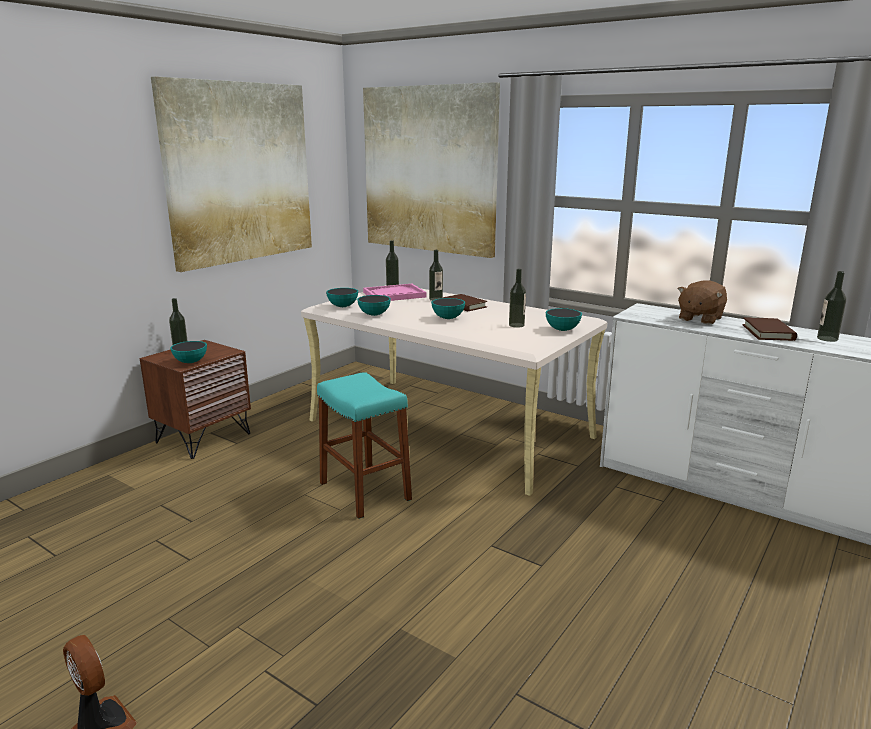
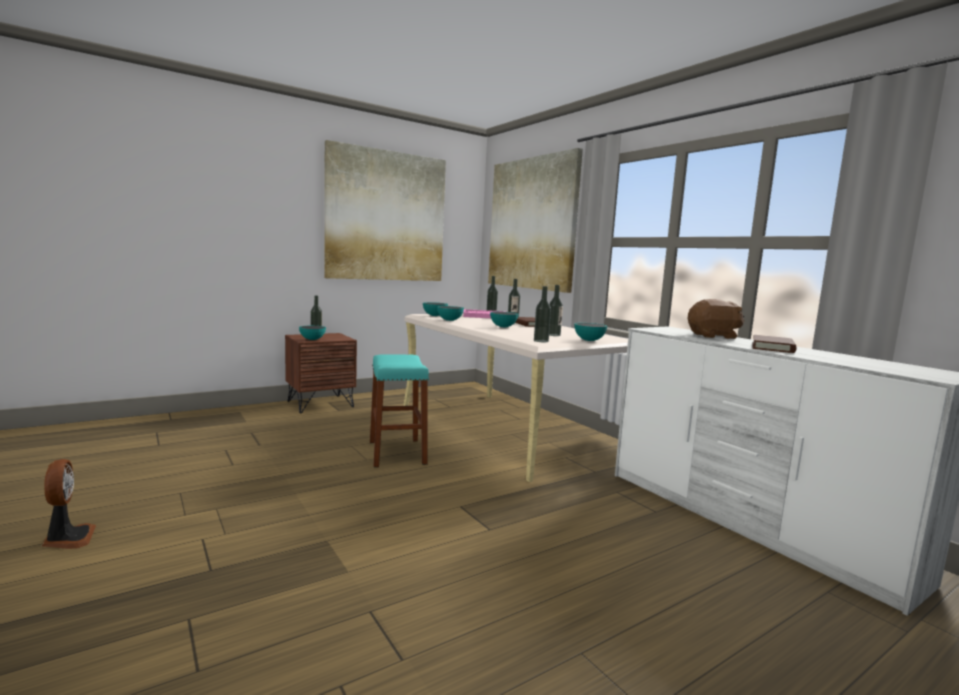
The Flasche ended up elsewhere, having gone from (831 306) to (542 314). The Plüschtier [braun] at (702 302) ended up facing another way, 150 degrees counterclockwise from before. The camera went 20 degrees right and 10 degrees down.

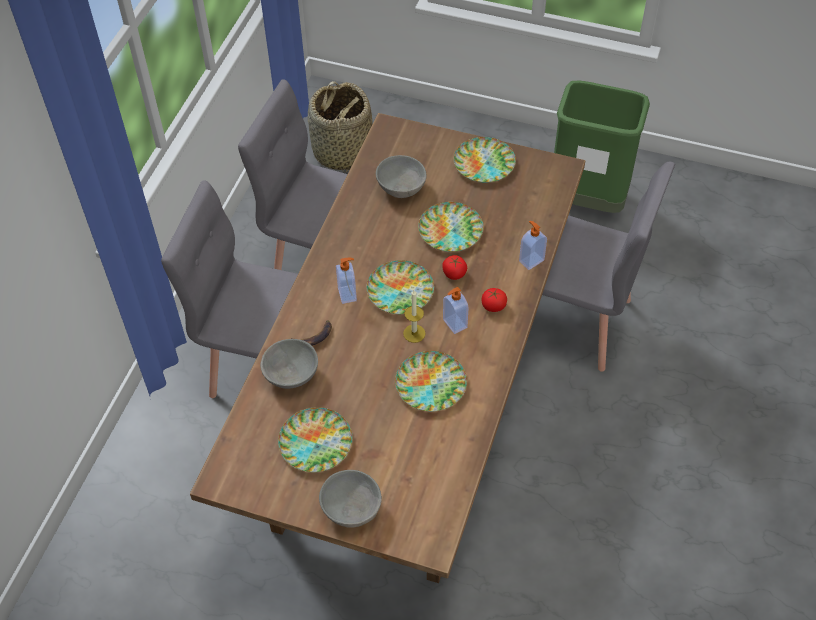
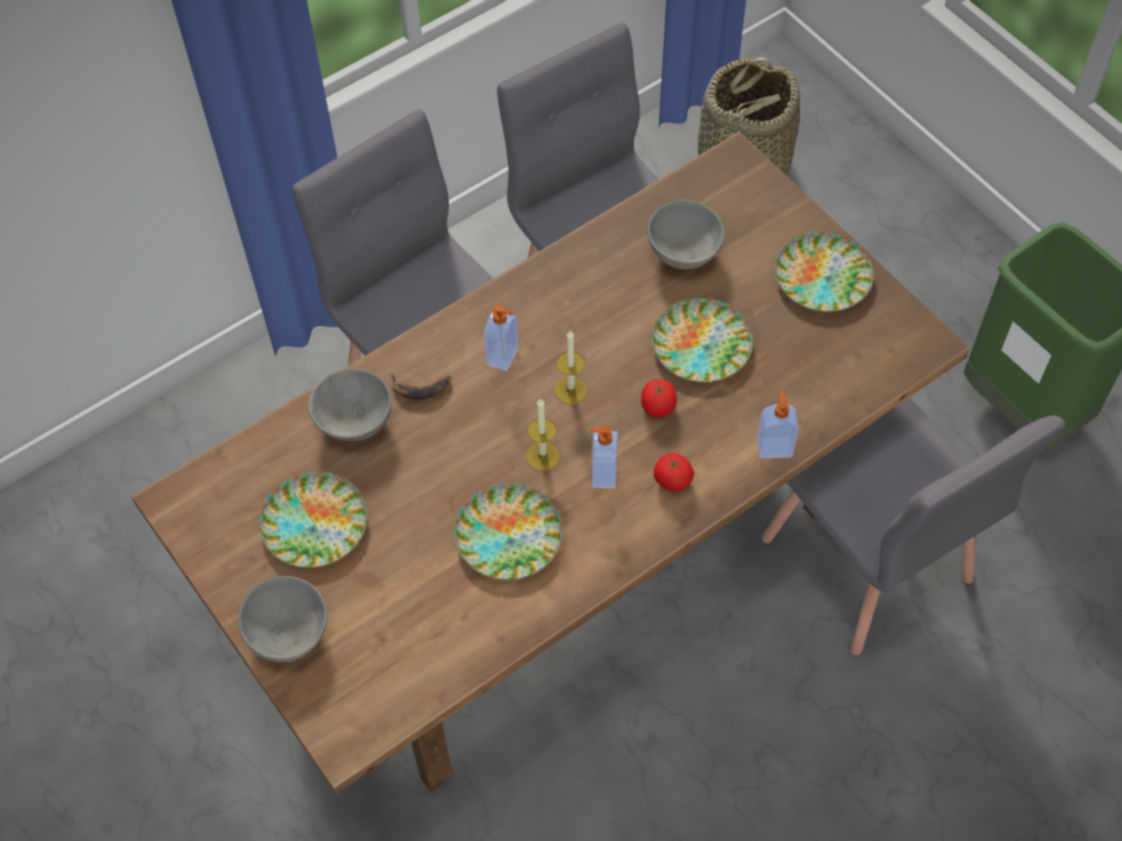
Where the Teller stood at (400 287), the Kerze came to stand at (571 368). The camera went 35 degrees right and 5 degrees up.

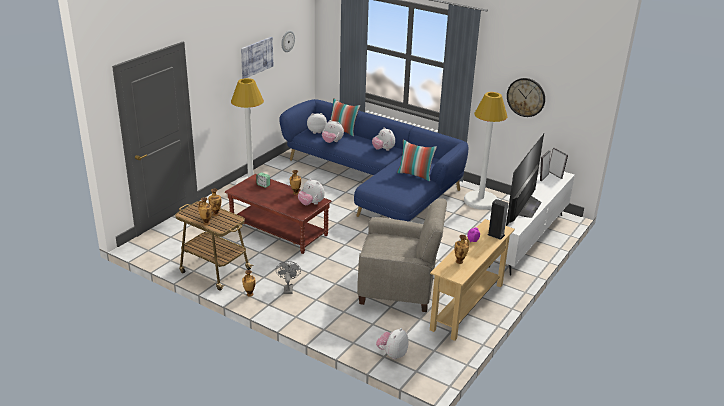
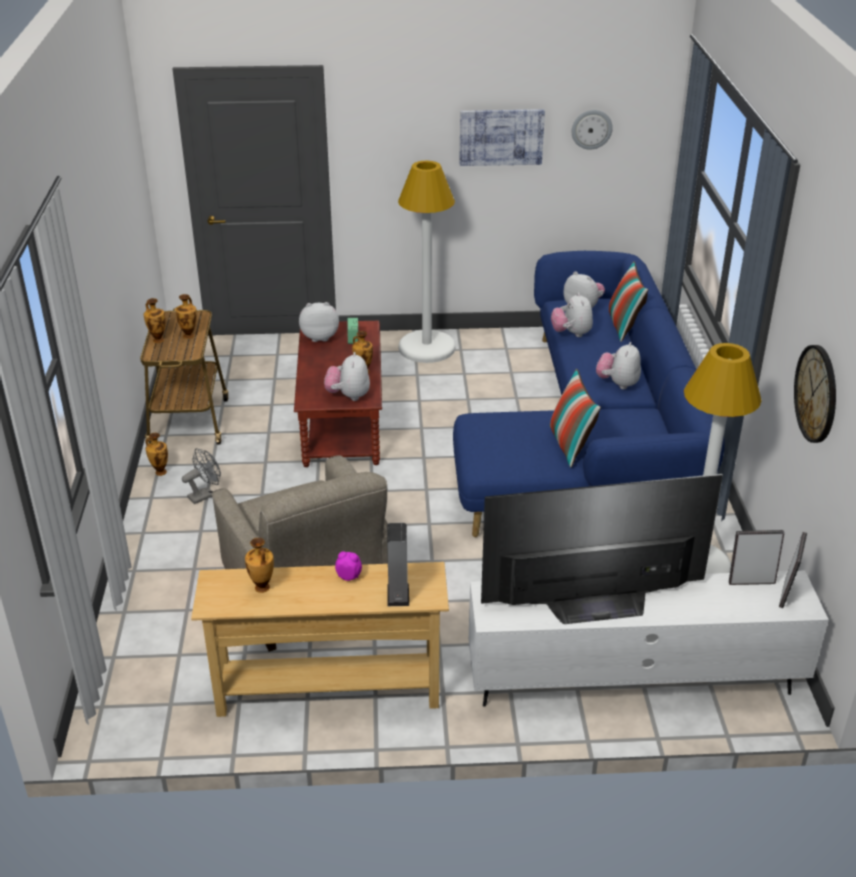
The Plüschtier ended up elsewhere, having gone from (392 343) to (319 322). The camera went 55 degrees right and 5 degrees up.

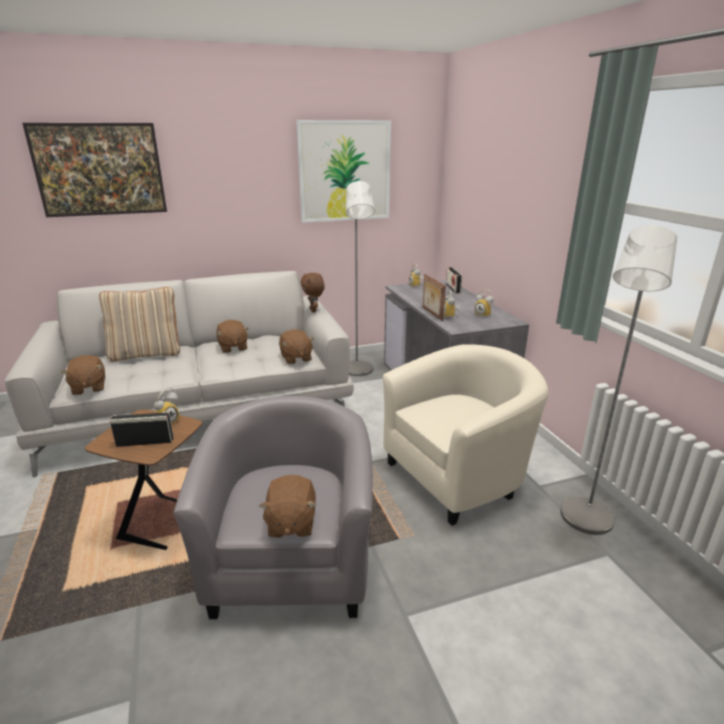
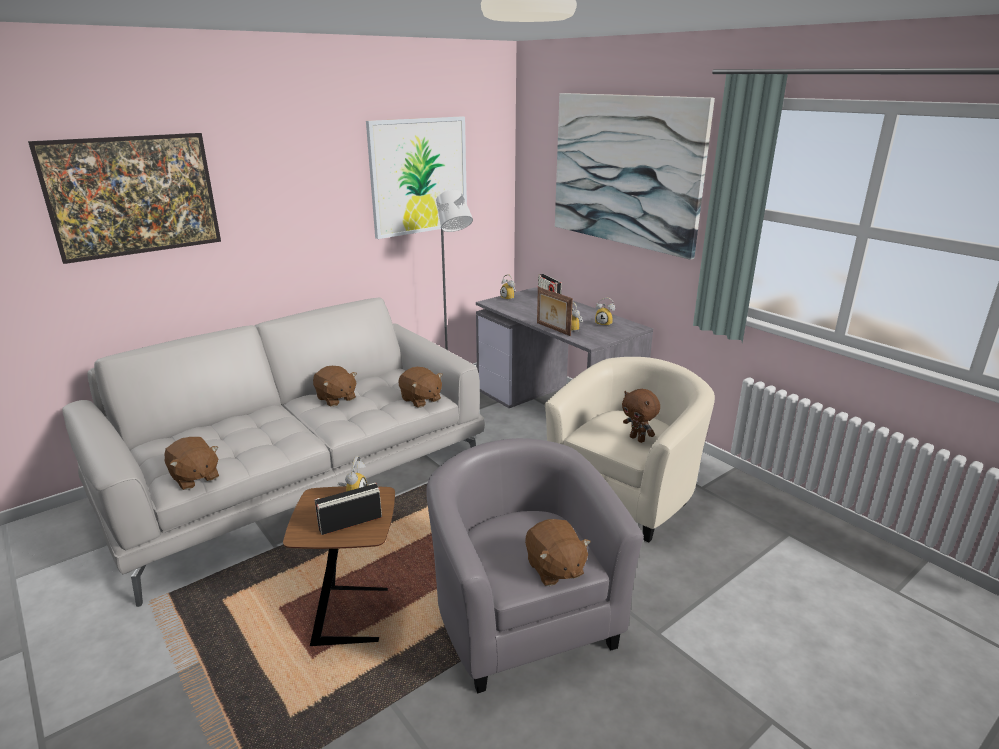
The second view gained the Bild at (635 176). The Plüschtier [braun] ended up elsewhere, having gone from (312 292) to (641 416). The second view lost the Kissen [beige] at (139 324). The second view lost the Stehlampe [grau] at (618 380). The camera went 20 degrees left and 0 degrees up.

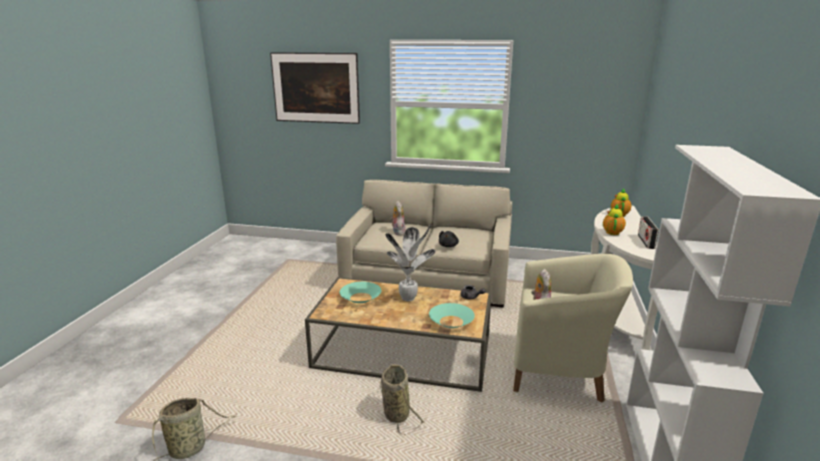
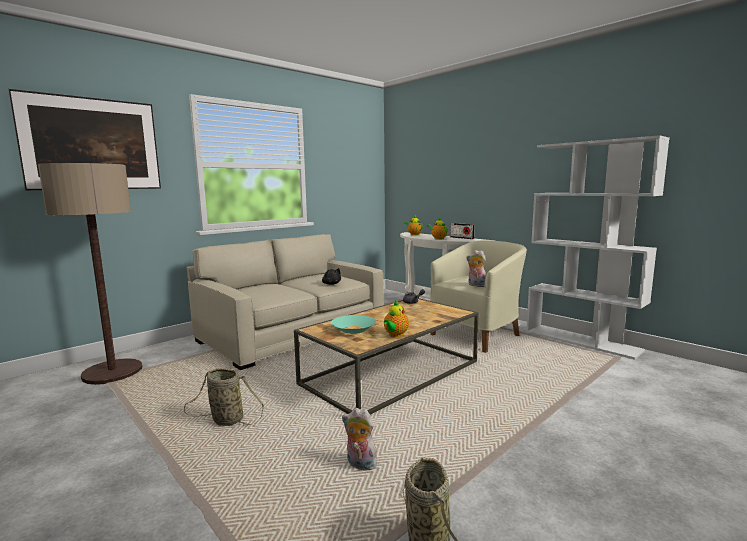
The second view gained the Stehlampe at (90 274). The Korb ended up elsewhere, having gone from (402 399) to (224 397). The Plüschtier ended up elsewhere, having gone from (398 218) to (359 439). The second view gained the Teekanne at (396 319). The second view lost the Topfpflanze at (410 263). The second view lost the Schüssel [türkis] at (452 315). The camera went 55 degrees left and 10 degrees down.

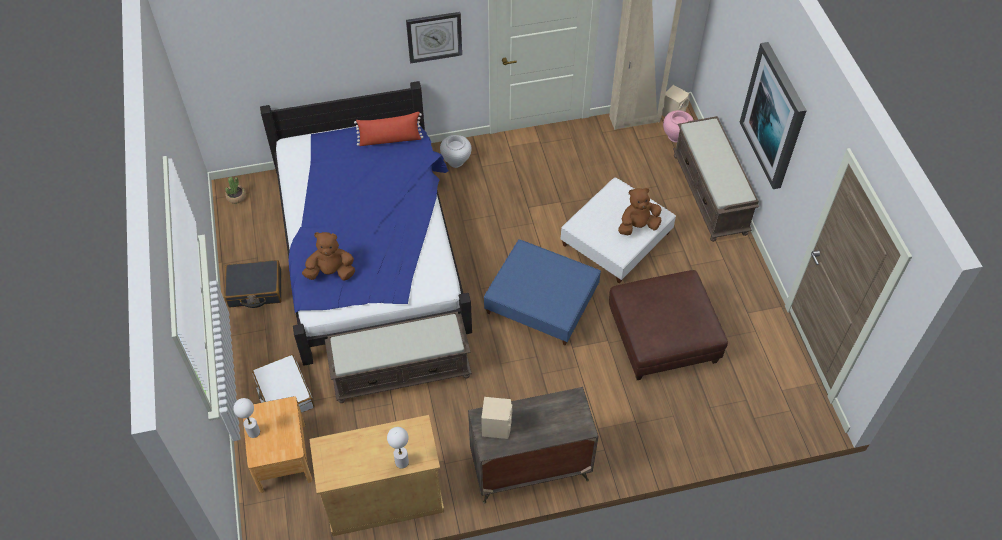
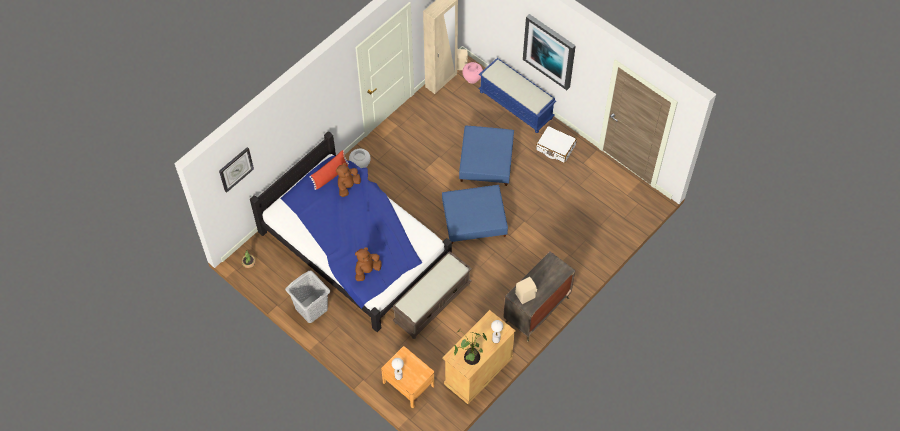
The Wanduhr ended up elsewhere, having gone from (434 38) to (236 170). Where the Koffer [schwarz] stood at (253 284), the Wäschekorb [grau] came to stand at (307 296). The Plüschtier [braun] ended up elsewhere, having gone from (640 211) to (348 180). The second view gained the Topfpflanze at (471 347). What was the Polsterhocker [weiß] at (618 230) turned into the Polsterhocker [blau] at (486 156). What was the Bank [braun] at (716 179) turned into the Bank [blau] at (517 95). The Koffer [weiß] ended up elsewhere, having gone from (283 383) to (556 144). The second view lost the Polsterhocker [braun] at (668 325). The camera went 35 degrees left and 5 degrees up.

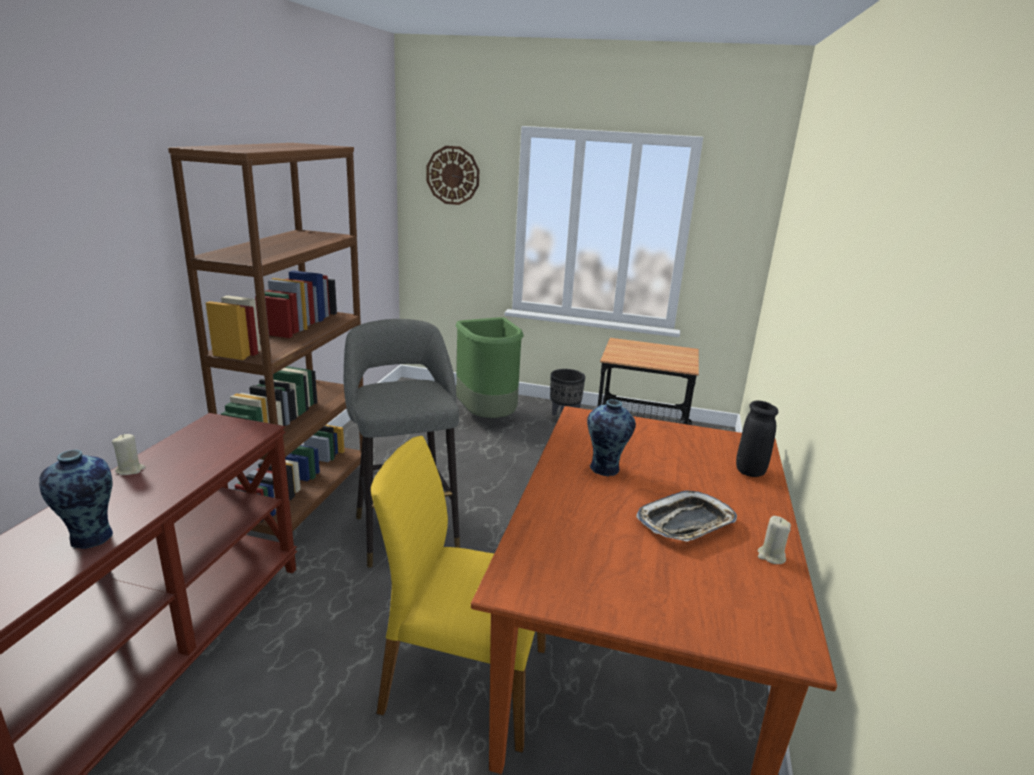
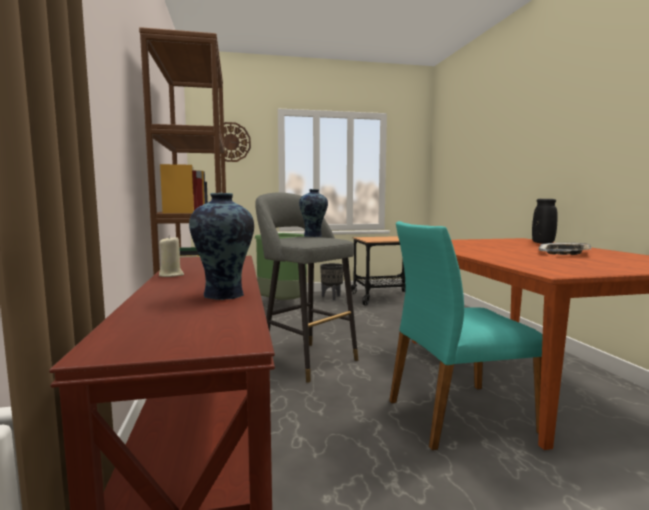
The Vase ended up elsewhere, having gone from (611 438) to (313 213). What was the Stuhl [gelb] at (458 594) turned into the Stuhl [türkis] at (466 335). The second view lost the Kerze [beige] at (774 540). The camera went 25 degrees left and 15 degrees down.

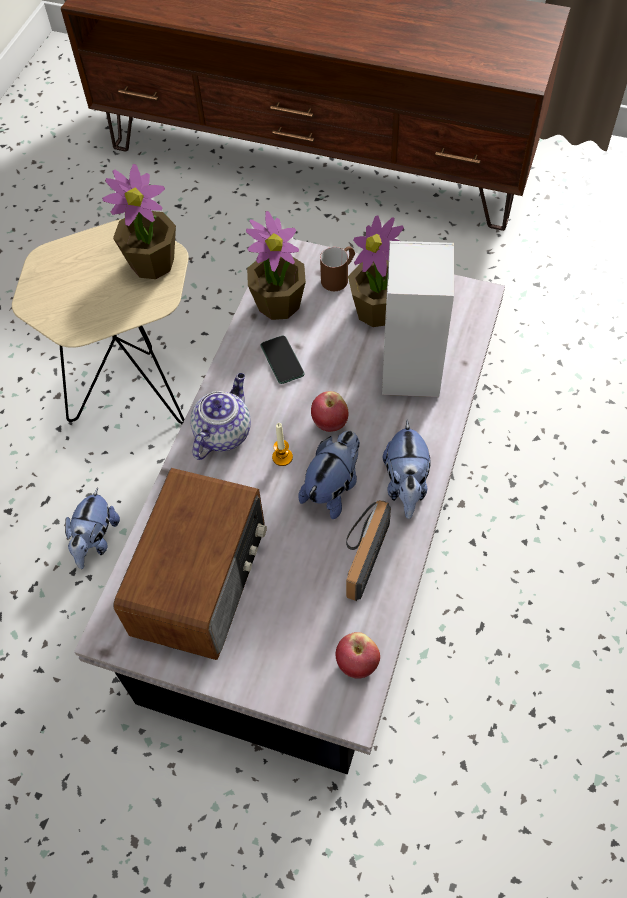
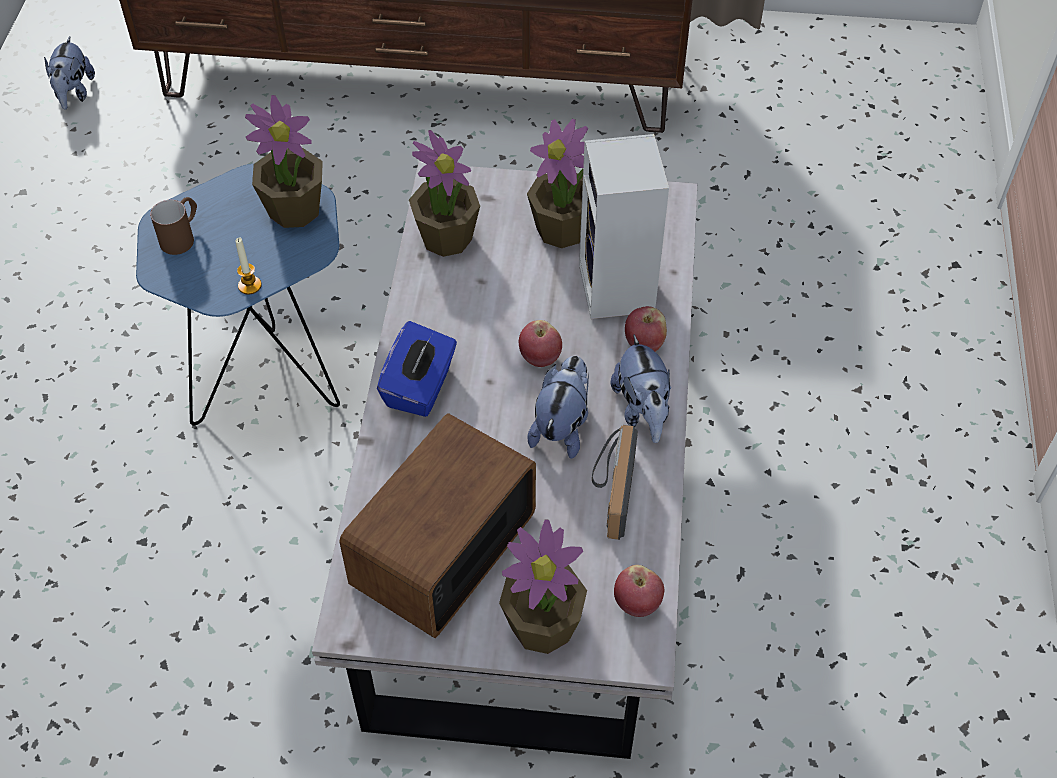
The Plüschtier ended up elsewhere, having gone from (92 528) to (69 73). What was the Beistelltisch [beige] at (100 321) turned into the Beistelltisch [blau] at (238 294). The Henkelbecher [braun] ended up elsewhere, having gone from (337 268) to (173 226). The Kerze ended up elsewhere, having gone from (282 444) to (248 266). The Radio at (190 564) ended up facing another way, 150 degrees counterclockwise from before. Where the Teekanne stood at (220 416), the Taschentuchbox [blau] came to stand at (417 369). The second view gained the Topfpflanze at (543 586). The second view gained the Apfel at (646 329). The second view lost the Handy at (283 360). The camera went 15 degrees left and 5 degrees down.

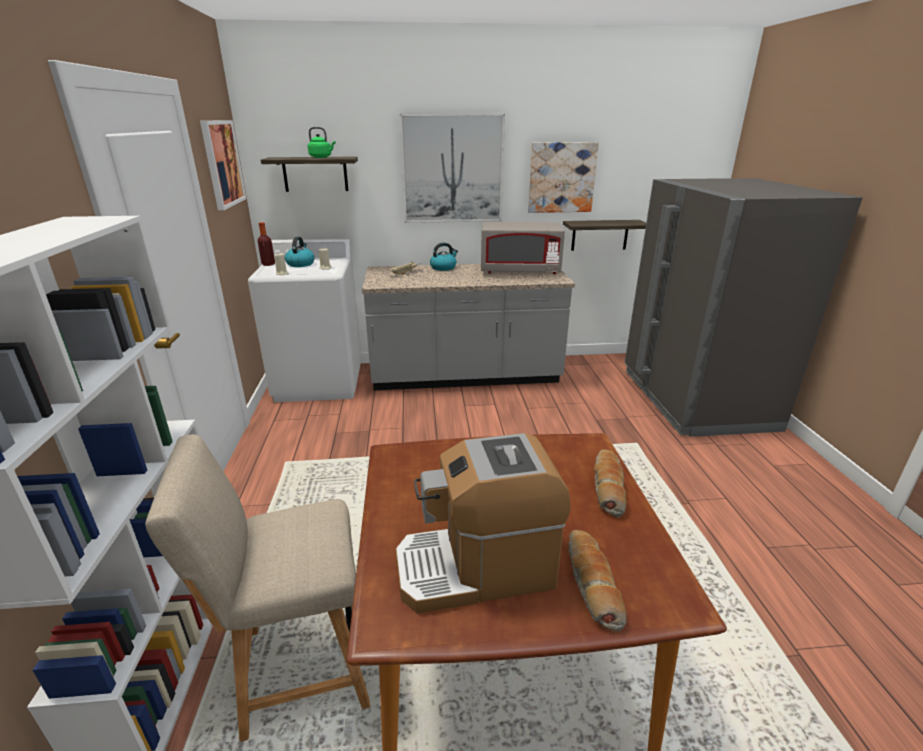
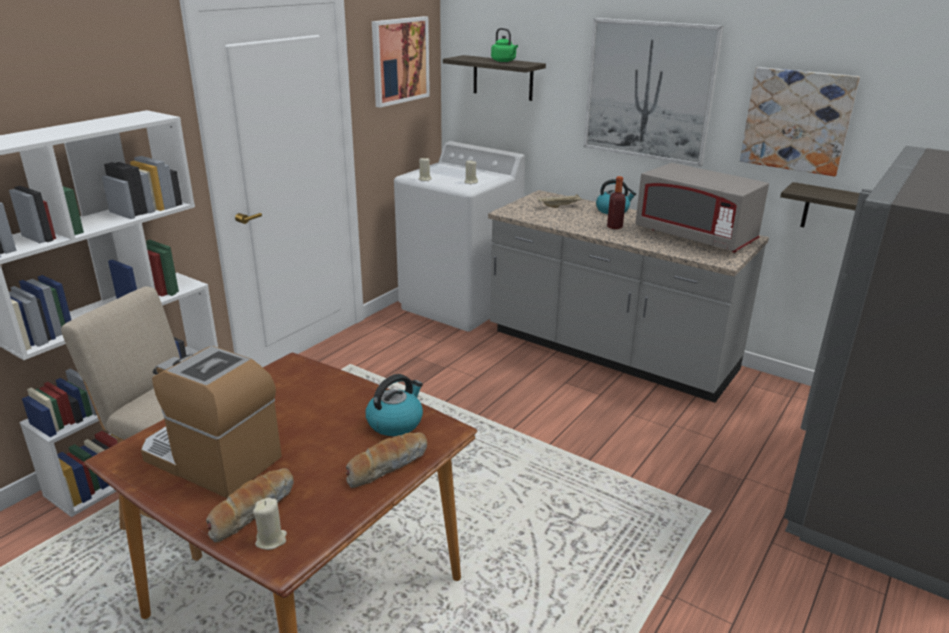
The second view gained the Kerze [beige] at (270 524). The Wasserkessel ended up elsewhere, having gone from (300 252) to (394 405). The Flasche ended up elsewhere, having gone from (266 244) to (616 202). The camera went 40 degrees right and 0 degrees up.

